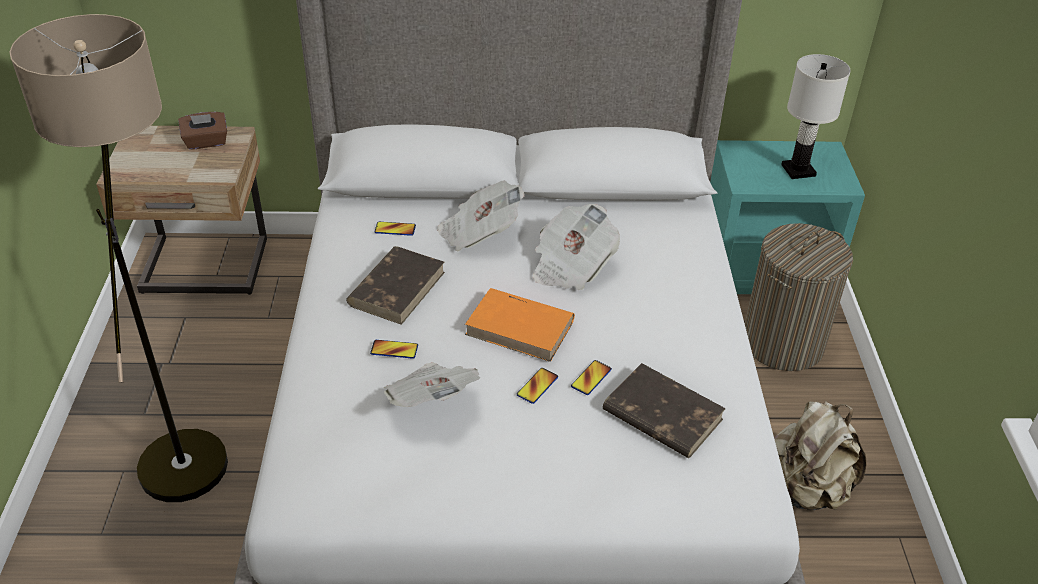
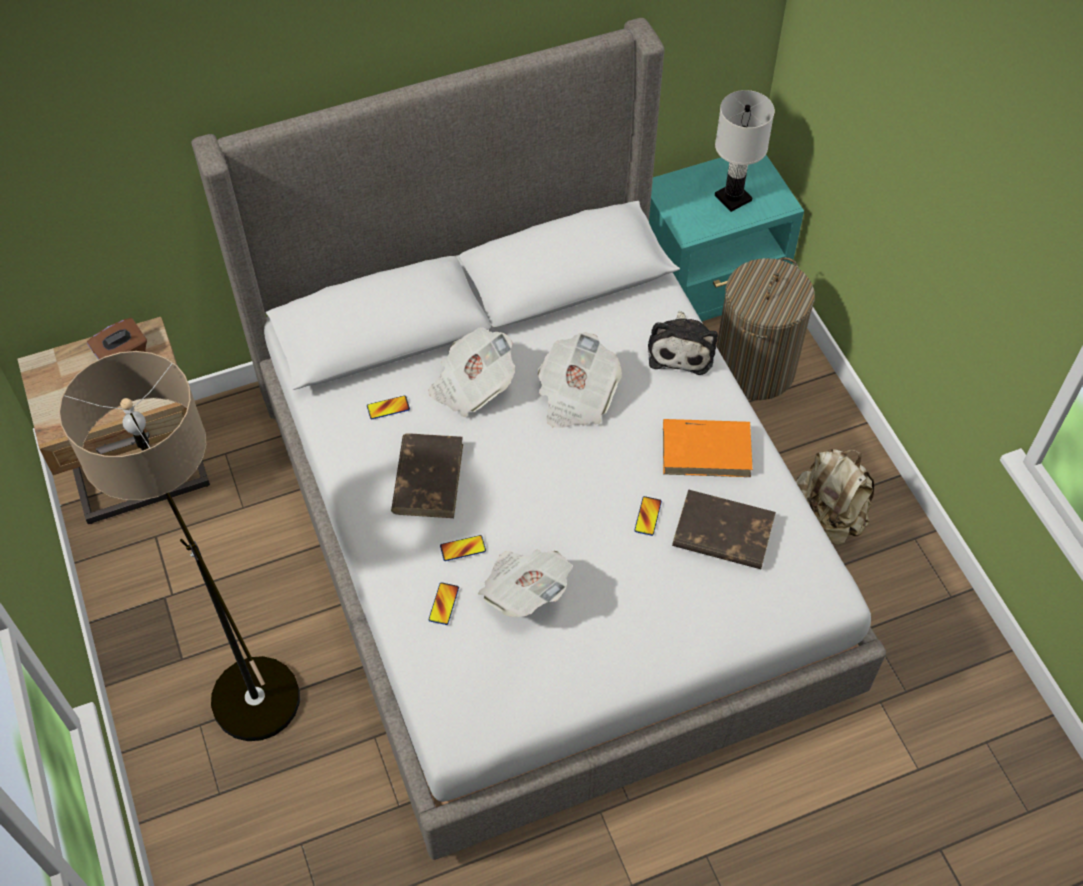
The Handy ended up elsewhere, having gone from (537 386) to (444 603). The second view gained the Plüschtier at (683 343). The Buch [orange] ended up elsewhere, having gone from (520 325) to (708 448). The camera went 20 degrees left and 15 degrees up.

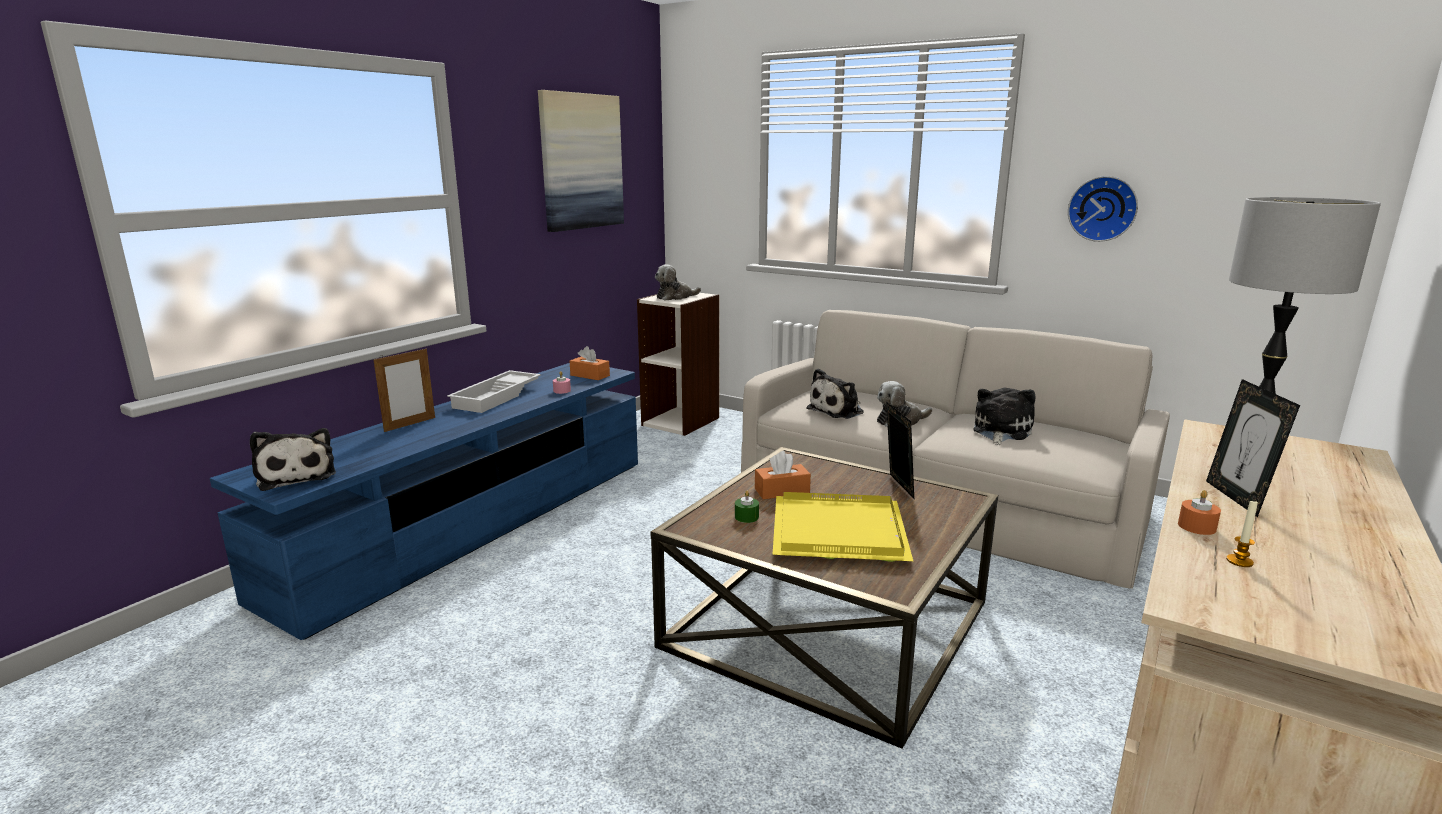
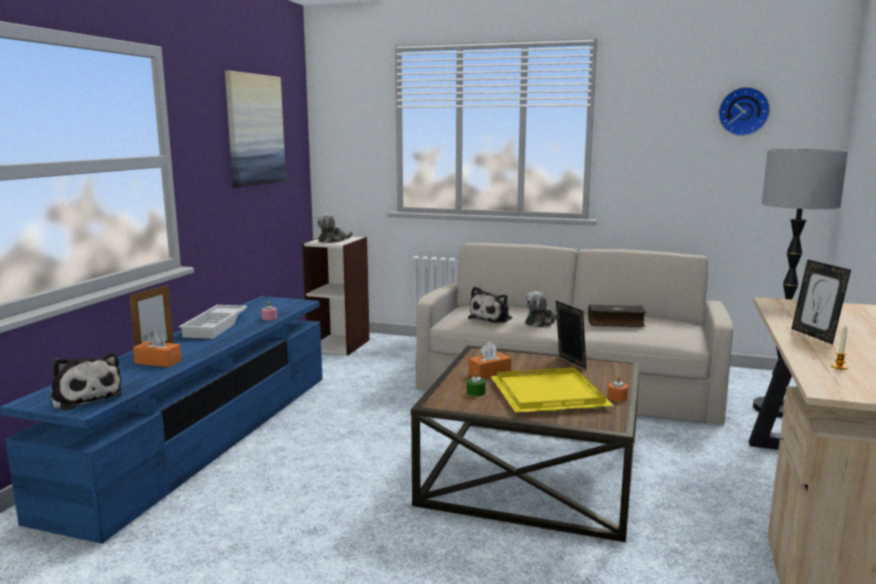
The Taschentuchbox [orange] ended up elsewhere, having gone from (590 363) to (157 348). Where the Plüschtier stood at (1004 416), the Buch came to stand at (617 315). The Kerze [orange] ended up elsewhere, having gone from (1199 512) to (618 388). The Wanduhr ended up elsewhere, having gone from (1103 209) to (744 111). The camera went 15 degrees left and 5 degrees down.

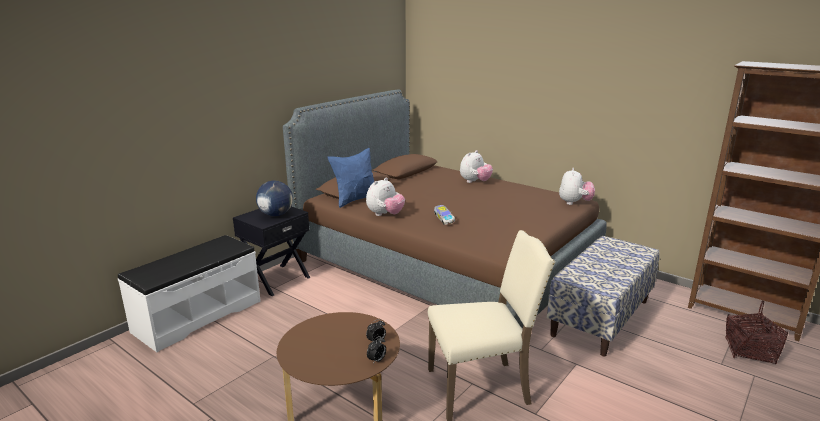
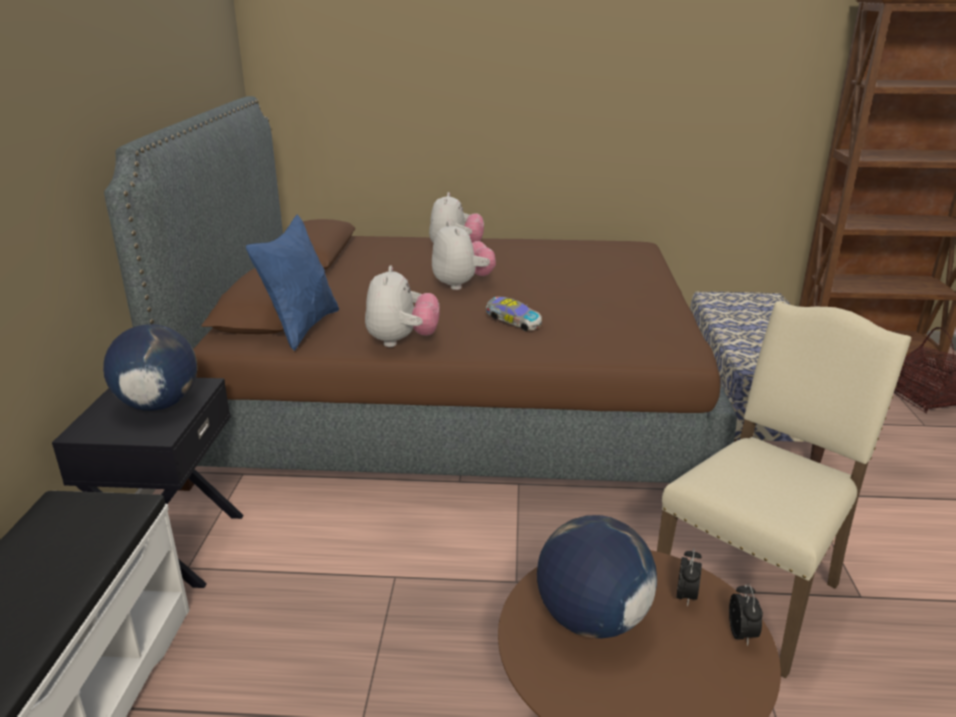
The Plüschtier ended up elsewhere, having gone from (577 186) to (464 255). The second view gained the Globus at (597 577). The camera went 35 degrees left and 5 degrees up.

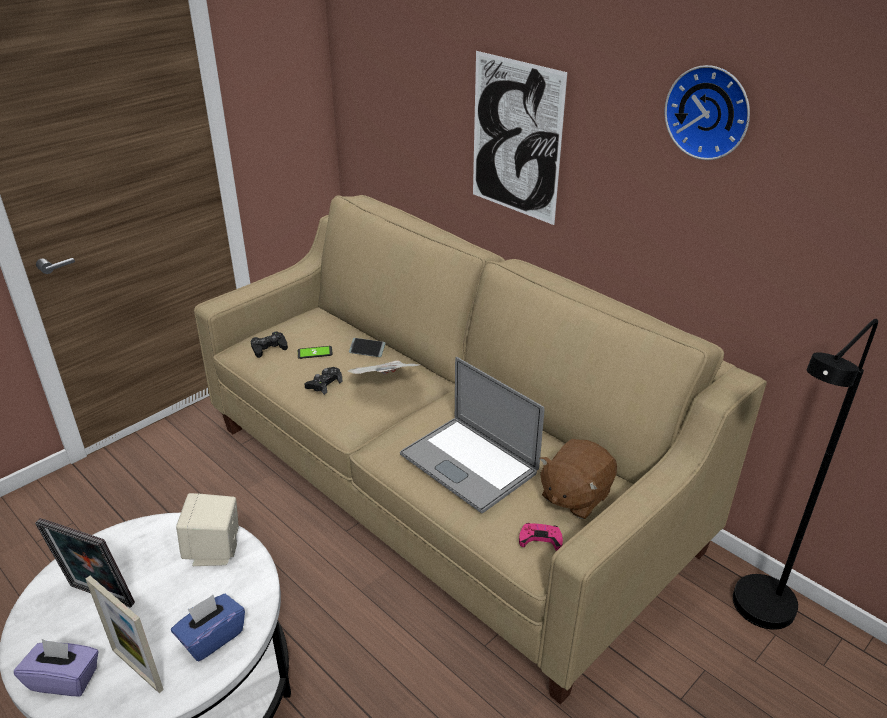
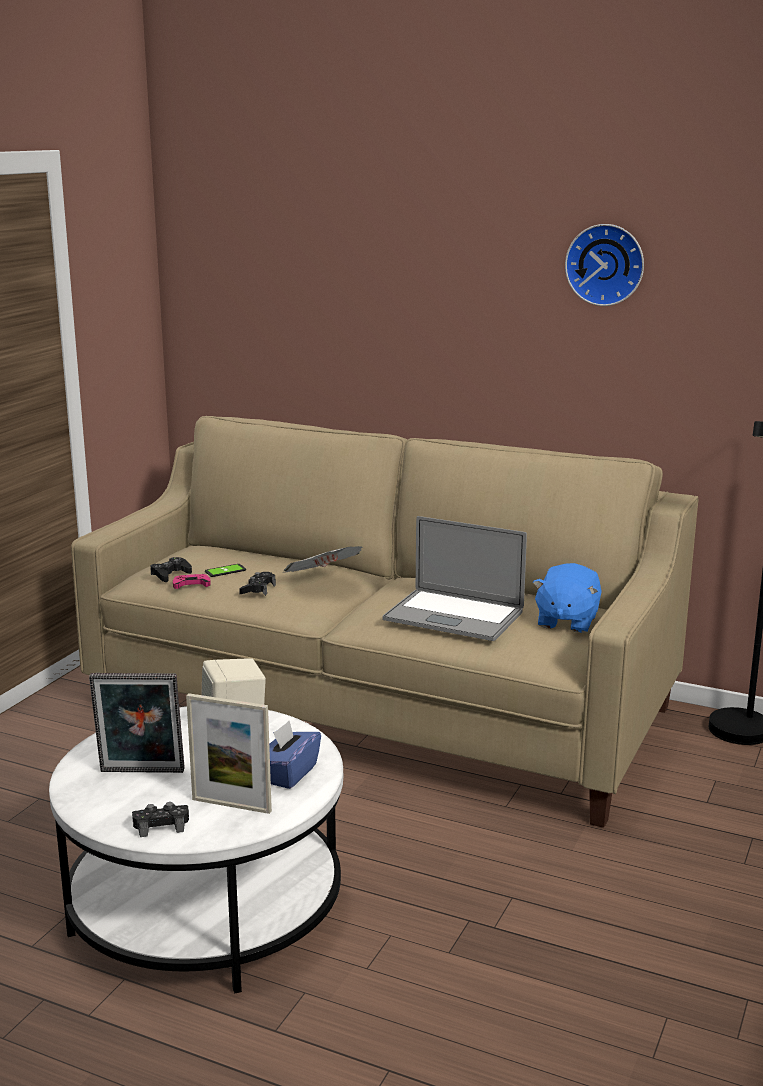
Where the Taschentuchbox [lila] stood at (56 667), the Gamepad [schwarz] came to stand at (160 819). The Gamepad [rosa] ended up elsewhere, having gone from (541 537) to (192 581). What was the Plüschtier [braun] at (578 479) turned into the Plüschtier [blau] at (567 598). The second view lost the Handy at (367 347). The second view lost the Bild at (520 138). The camera went 20 degrees left and 15 degrees down.

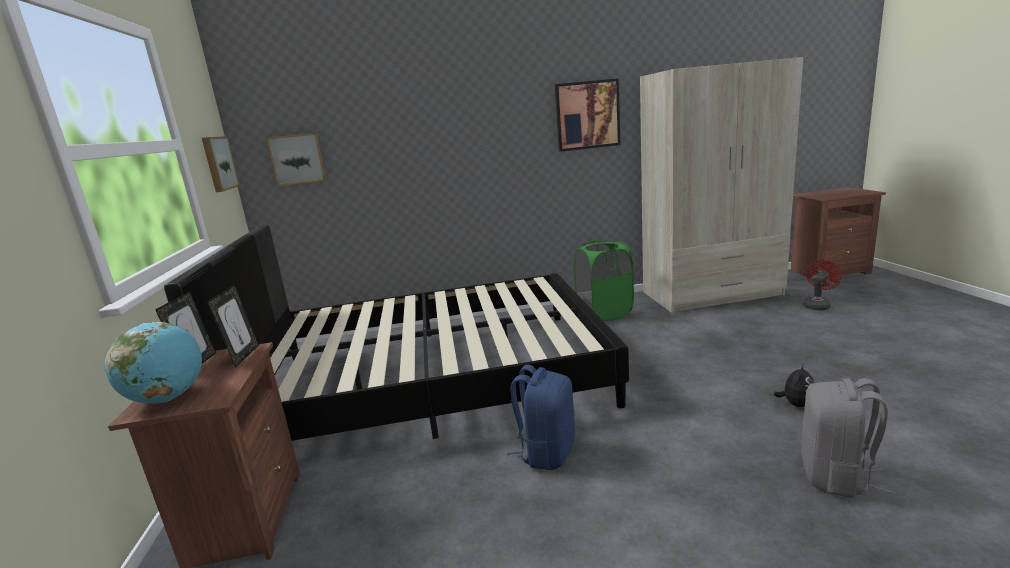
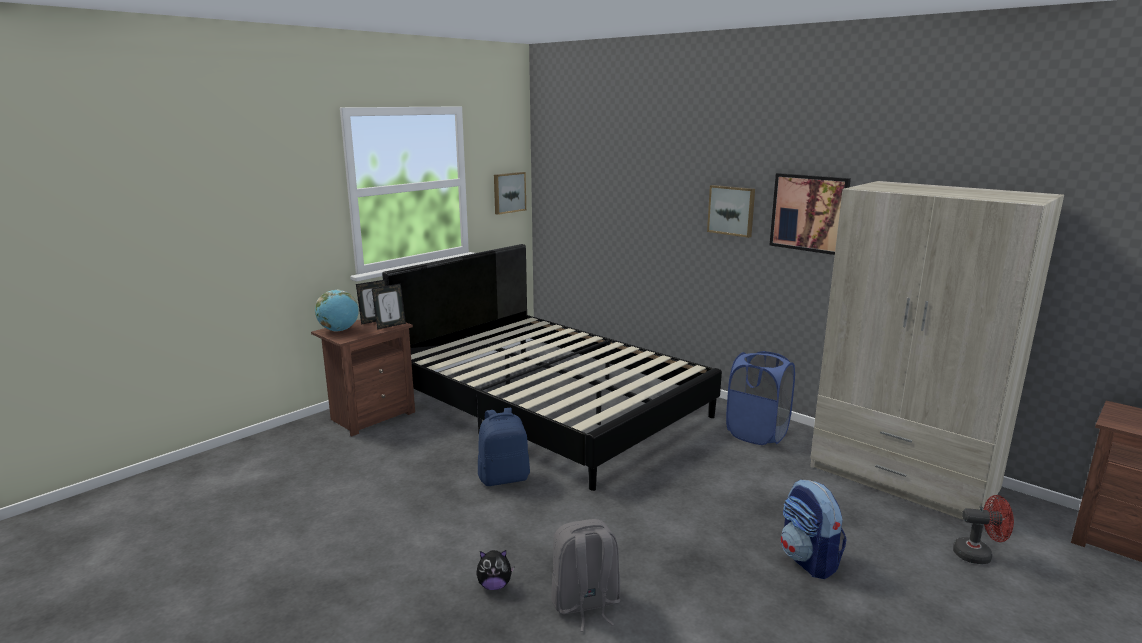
The Plüschtier ended up elsewhere, having gone from (794 385) to (495 570). The Bild ended up elsewhere, having gone from (296 159) to (731 211). What was the Wäschekorb [grün] at (604 280) turned into the Wäschekorb [blau] at (760 398). The second view gained the Rucksack at (814 529). The camera went 50 degrees right and 0 degrees up.

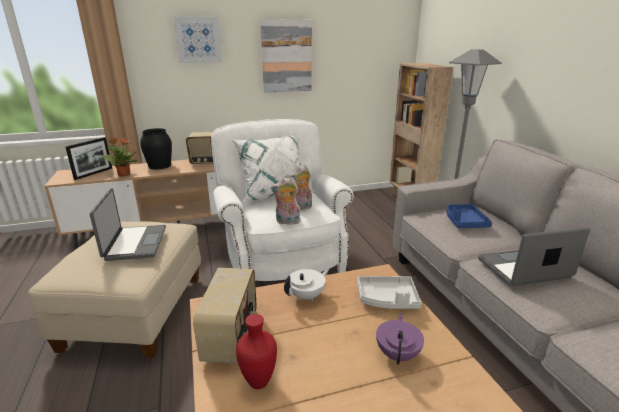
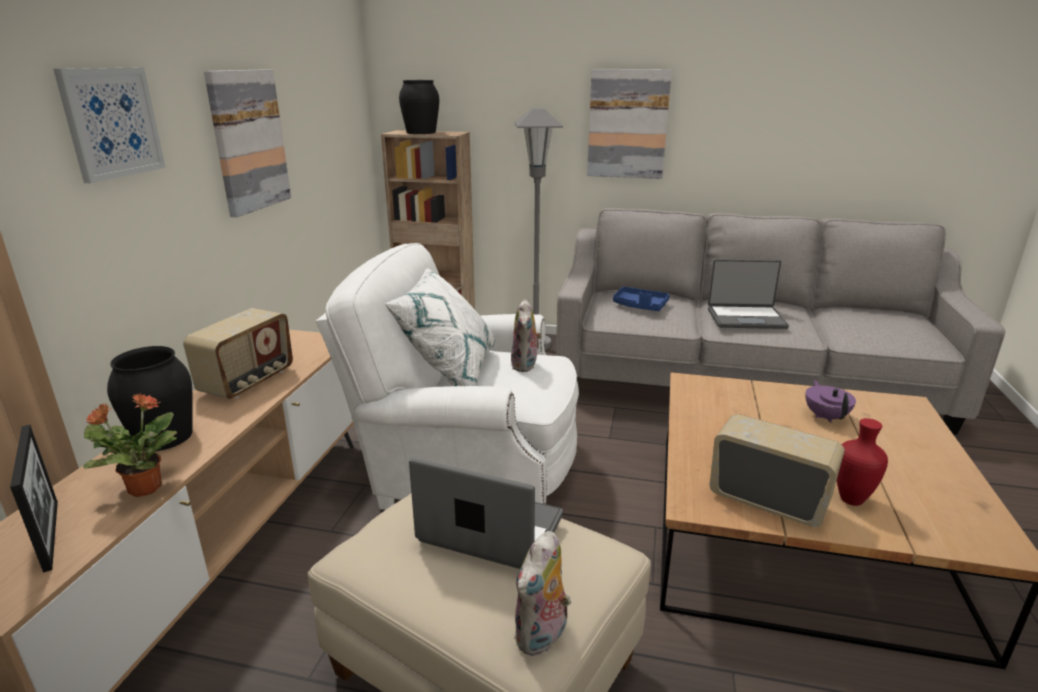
The second view gained the Vase [schwarz] at (419 107). The Plüschtier ended up elsewhere, having gone from (286 201) to (542 593). The second view gained the Bild at (629 124). The Laptop at (534 256) ended up facing another way, 105 degrees counterclockwise from before. The Teekanne [lila] at (400 338) ended up facing another way, 45 degrees clockwise from before. The second view lost the Teekanne [weiß] at (306 285). The second view lost the Tablett [grau] at (389 292). The camera went 60 degrees left and 0 degrees up.

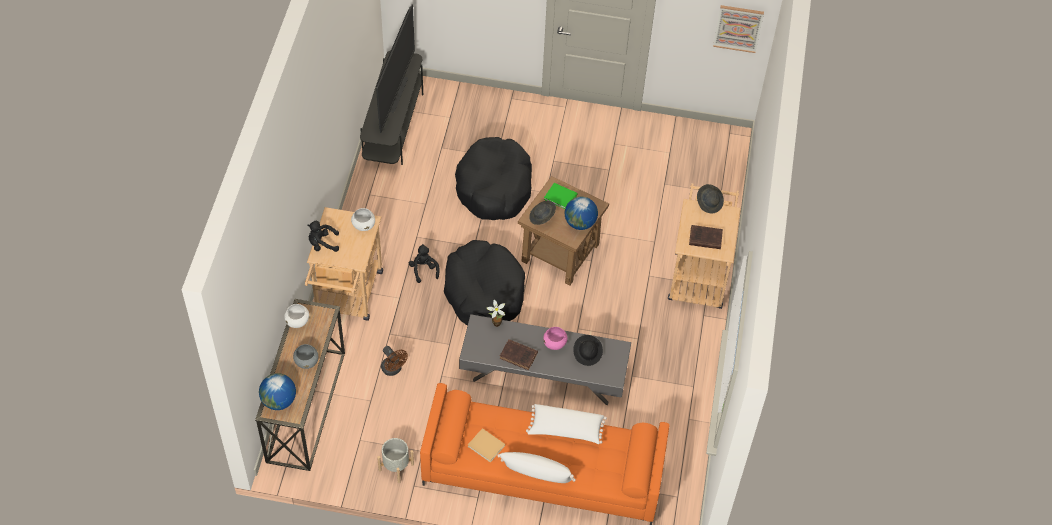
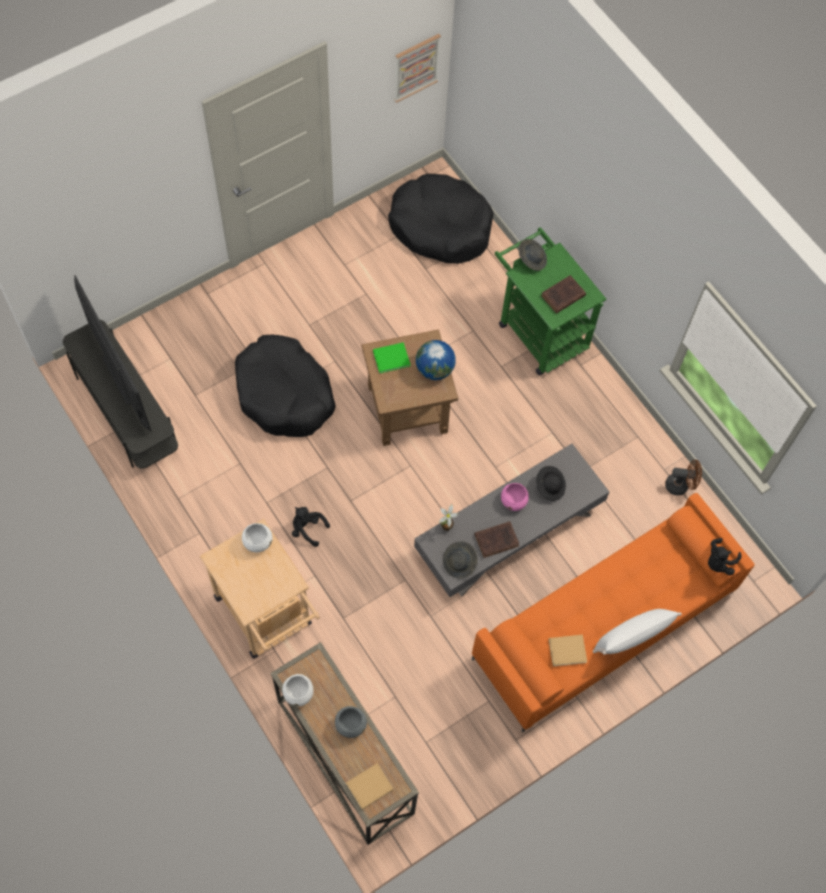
Where the Globus stood at (277 391), the Buch [beige] came to stand at (370 786). The Hundebett [schwarz] ended up elsewhere, having gone from (484 282) to (441 219). The Hut [grau] ended up elsewhere, having gone from (542 213) to (460 560). What was the Rollwagen [beige] at (704 246) turned into the Rollwagen [grün] at (551 301). The Ventilator [braun] ended up elsewhere, having gone from (394 361) to (683 477). The Plüschtier [schwarz] ended up elsewhere, having gone from (323 236) to (724 556). The second view lost the Pflanzkübel [grau] at (395 460). The second view lost the Kissen [weiß] at (566 424). The camera went 45 degrees left and 10 degrees up.

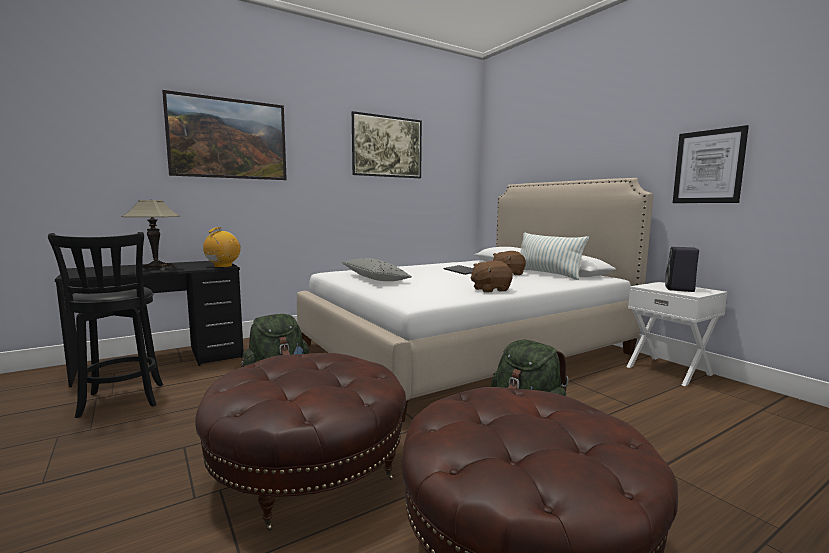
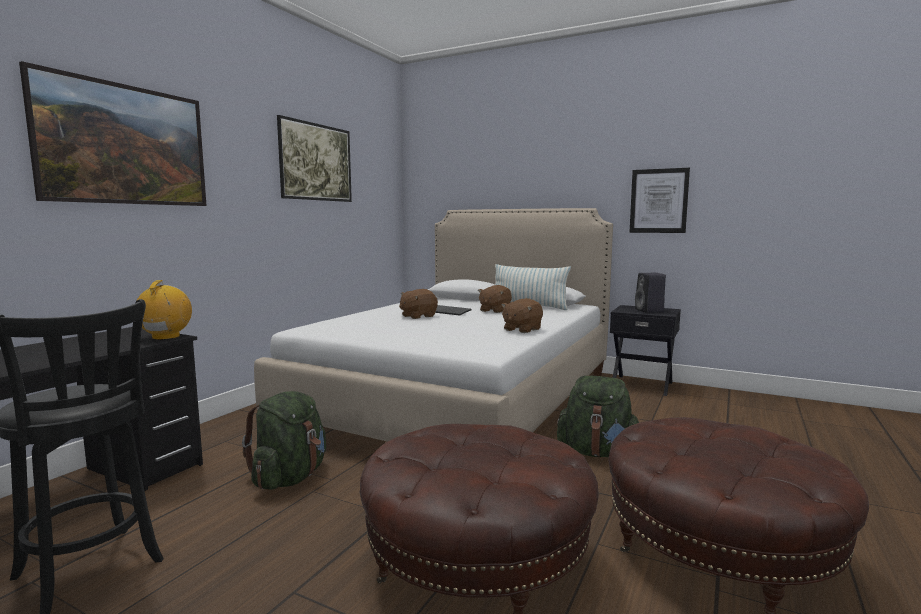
The second view gained the Plüschtier [braun] at (418 304). What was the Nachttisch [weiß] at (677 334) turned into the Nachttisch [schwarz] at (645 350). The second view lost the Tischlampe at (150 235). The second view lost the Kissen [grau] at (377 269). The camera went 30 degrees left and 0 degrees up.

